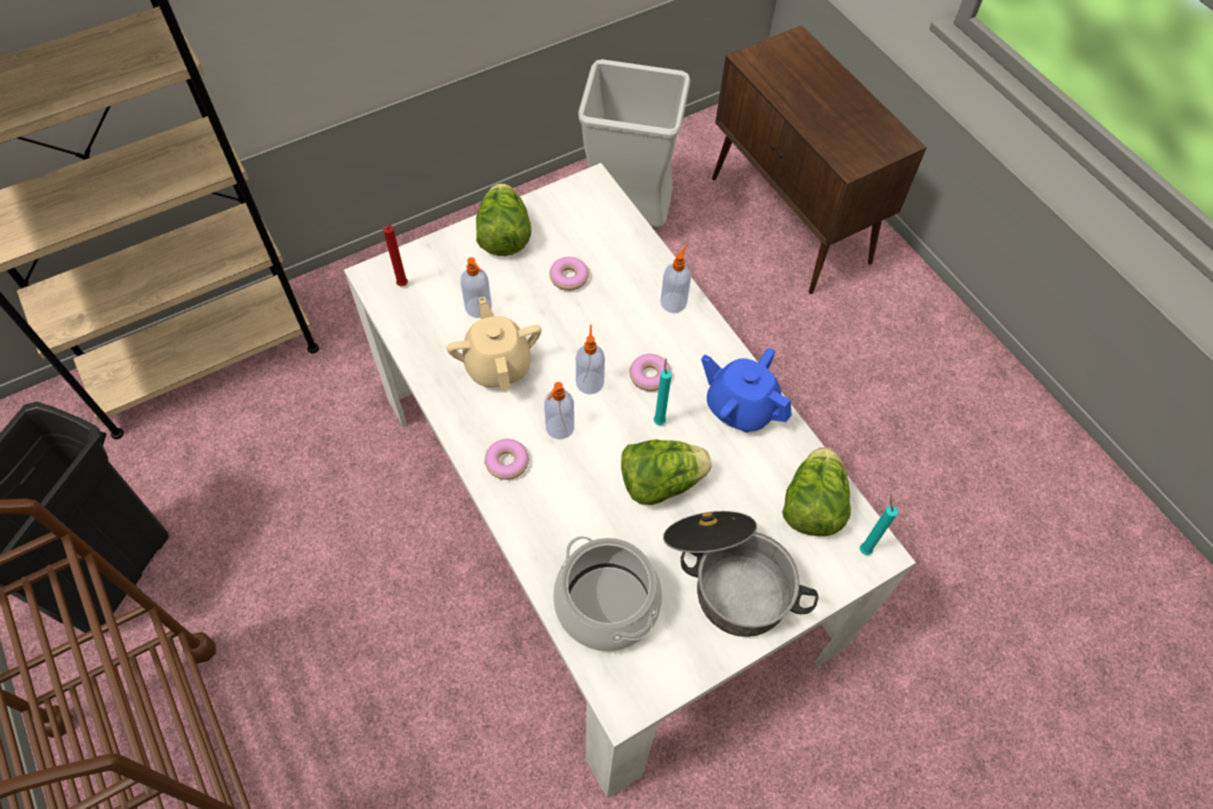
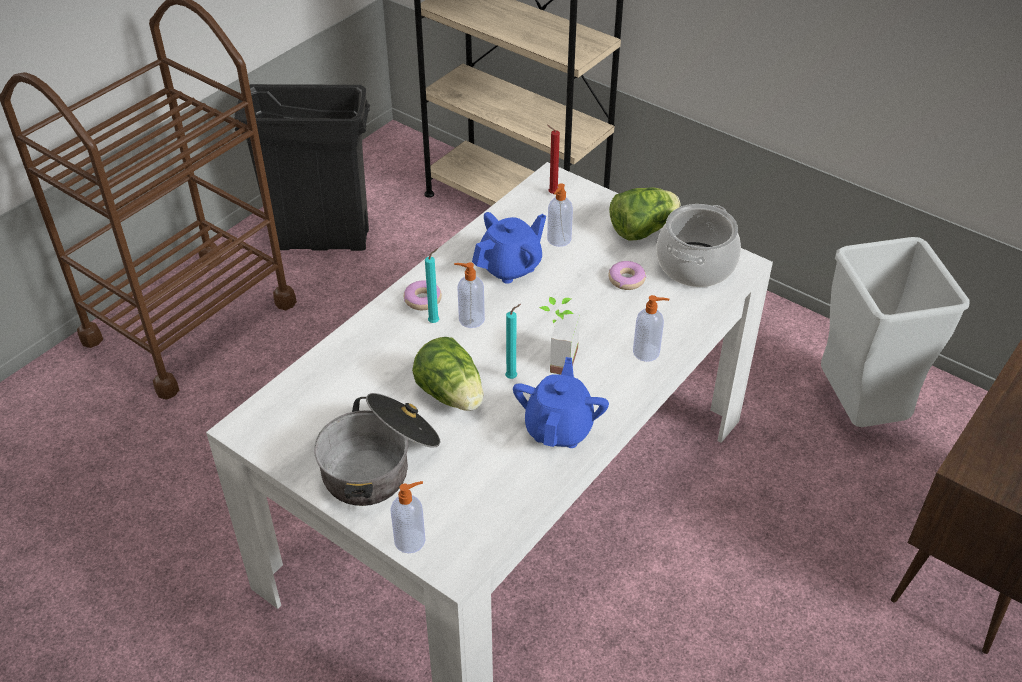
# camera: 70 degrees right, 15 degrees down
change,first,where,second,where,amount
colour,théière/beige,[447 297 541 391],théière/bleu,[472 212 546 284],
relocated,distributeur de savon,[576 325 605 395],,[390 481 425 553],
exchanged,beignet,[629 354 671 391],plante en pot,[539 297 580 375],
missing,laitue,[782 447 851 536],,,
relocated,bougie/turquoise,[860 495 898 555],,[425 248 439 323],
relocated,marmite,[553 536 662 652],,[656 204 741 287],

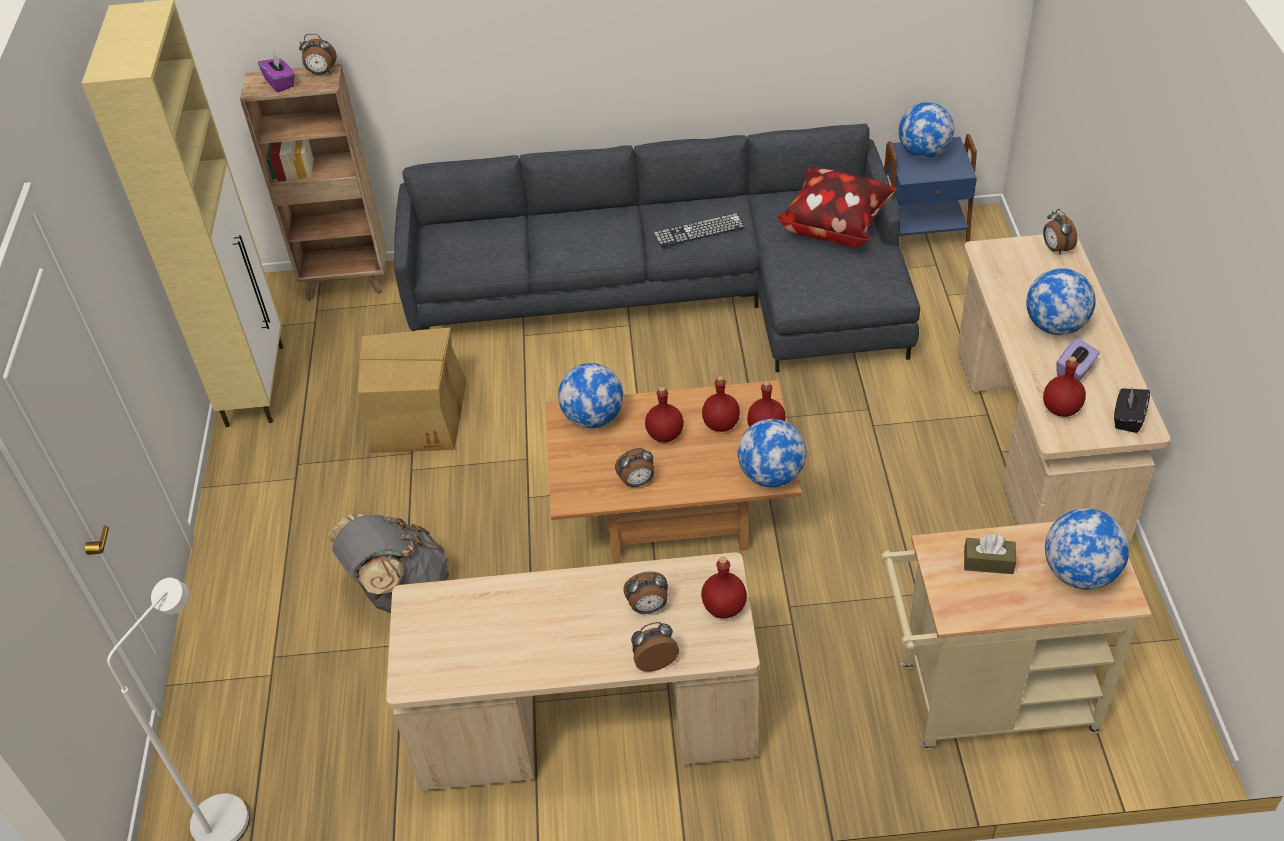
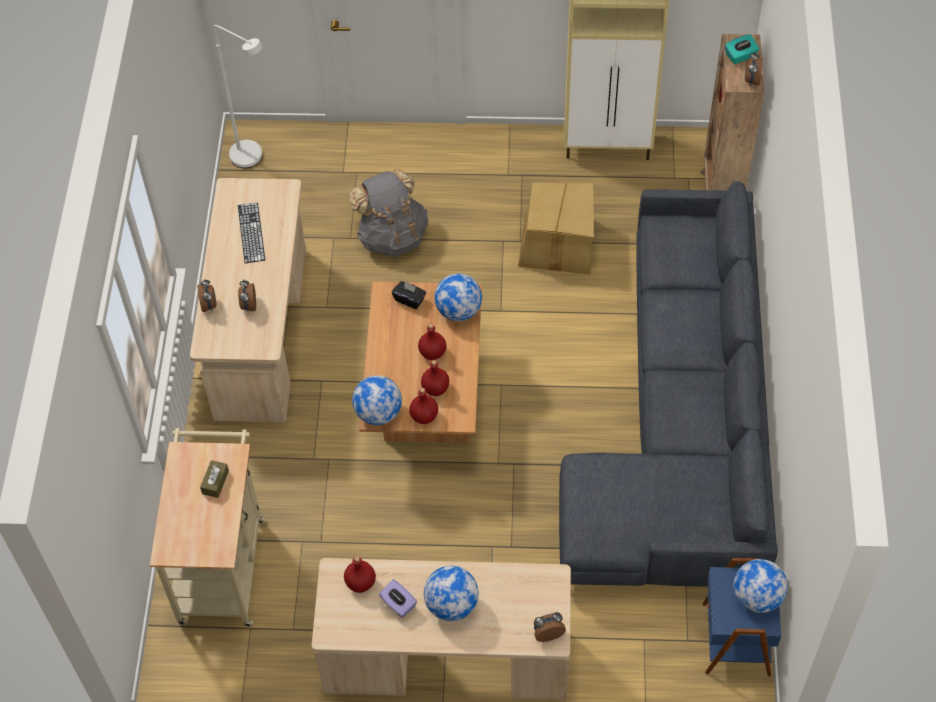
# camera: 95 degrees right, 10 degrees up
change,first,where,second,where,amount
colour,boîte à mouchoirs/violet,[258 53 295 92],boîte à mouchoirs/turquoise,[725 34 759 64],
missing,coussin,[777 168 896 247],,,
relocated,clavier,[654 213 745 247],,[238 202 265 263],
relocated,boîte à mouchoirs/noir,[1114 387 1150 433],,[392 281 426 309],
missing,réveil,[615 448 654 487],,,
missing,globe,[1045 509 1129 589],,,
missing,bouteille/rouge,[701 557 747 618],,,

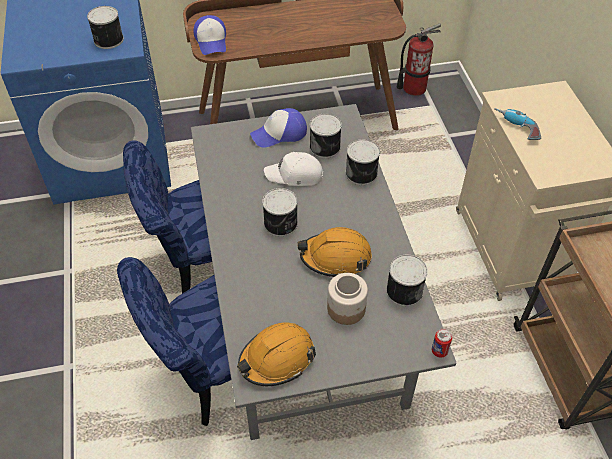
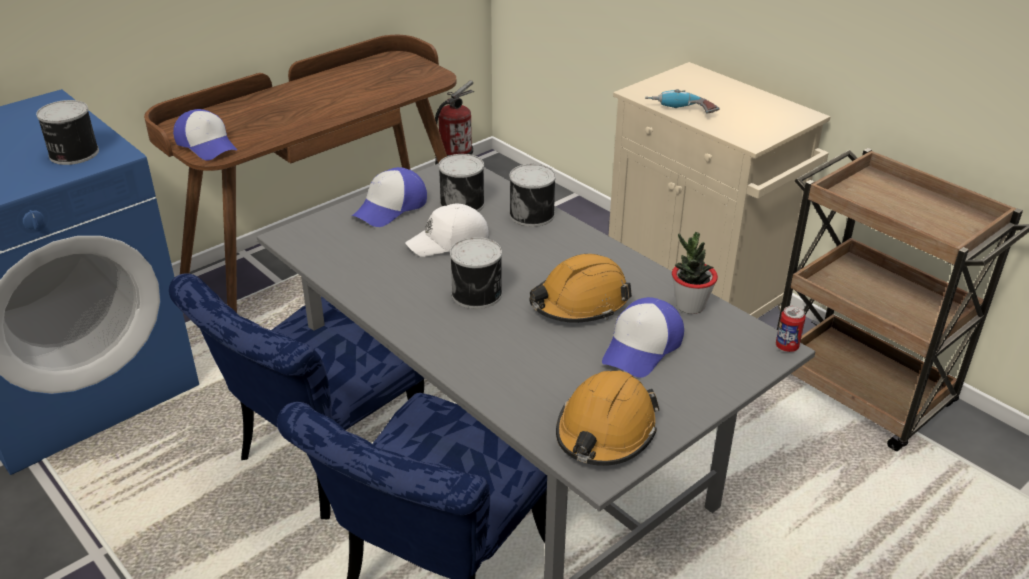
# camera: 30 degrees left, 15 degrees down
change,first,where,second,where,amount
exchanged,boîte métallique,[386 255 428 307],plante en pot,[672 232 718 314],
exchanged,bocal,[327 273 368 325],casquette,[602 297 684 378],

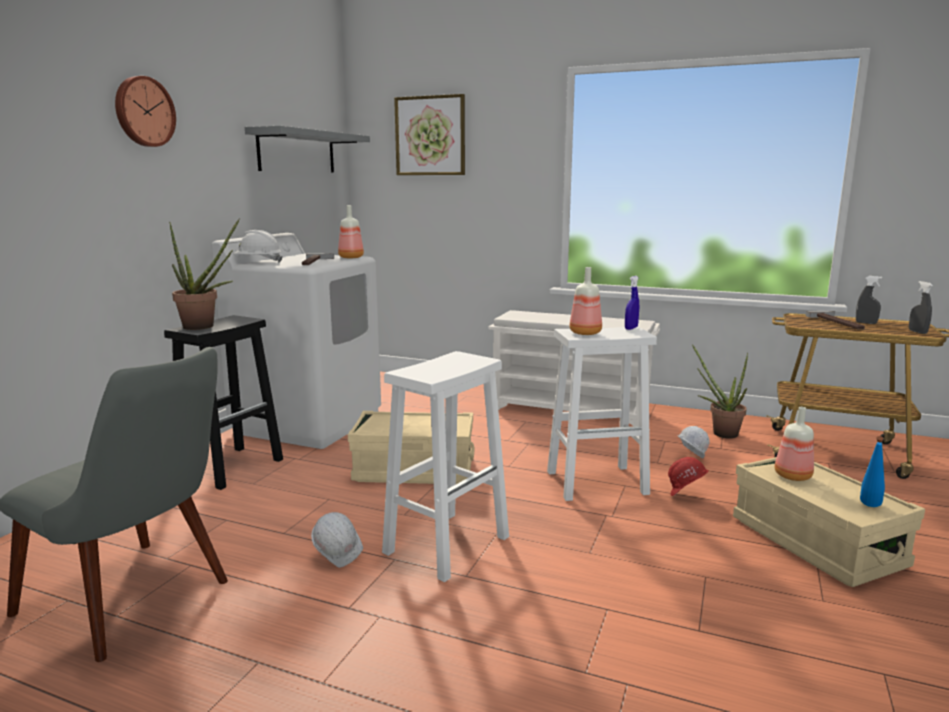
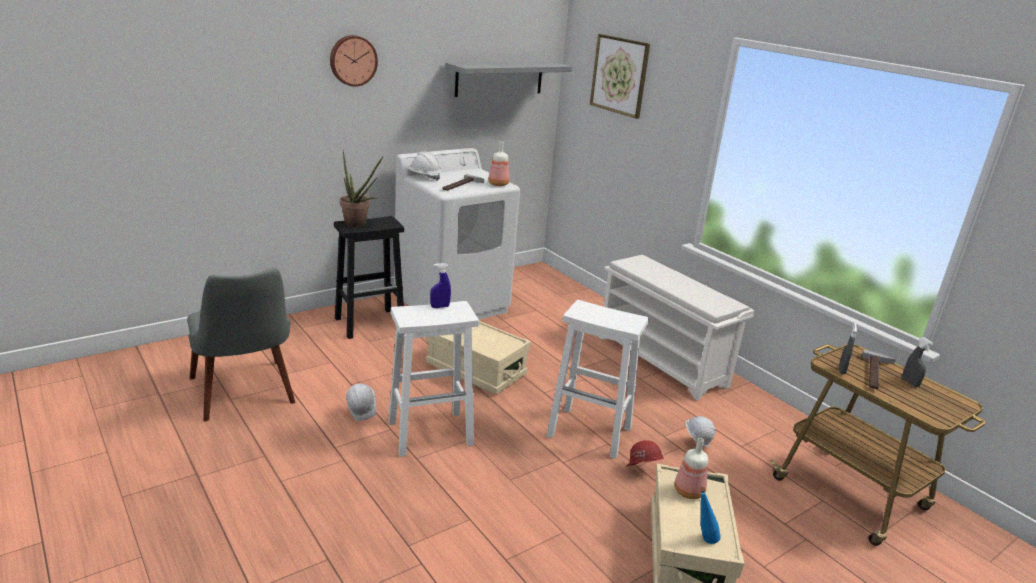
# camera: 30 degrees right, 10 degrees up
change,first,where,second,where,amount
missing,bouteille,[570 267 602 335],,,
relocated,vaporisateur/bleu,[625 276 639 330],,[430 263 451 308],
relocated,vaporisateur/gris,[909 281 933 334],,[839 323 857 374],
missing,plante en pot,[692 344 748 439],,,

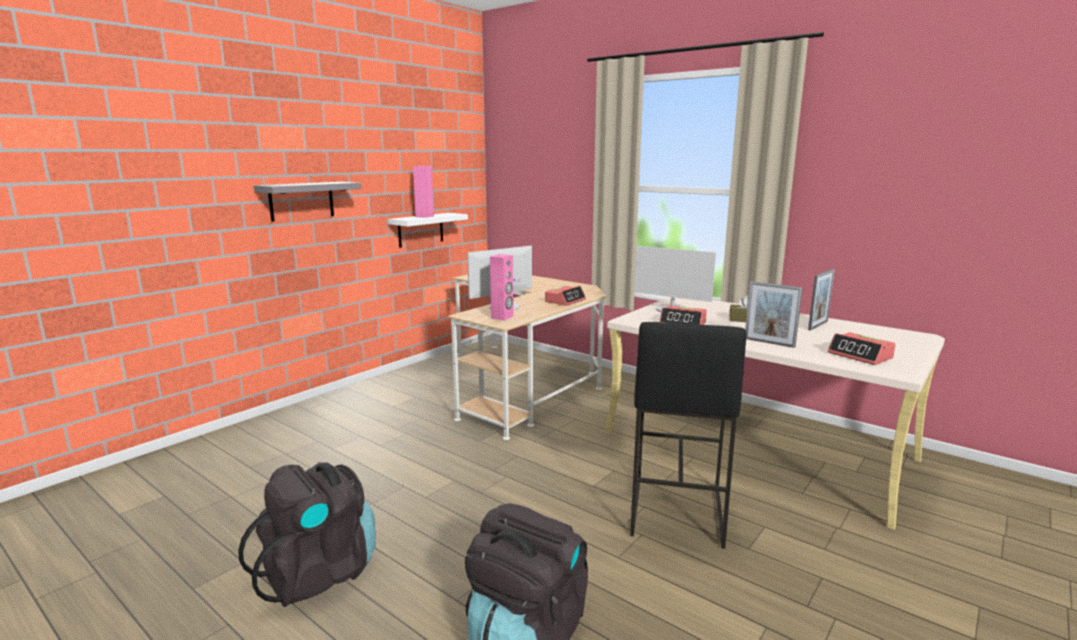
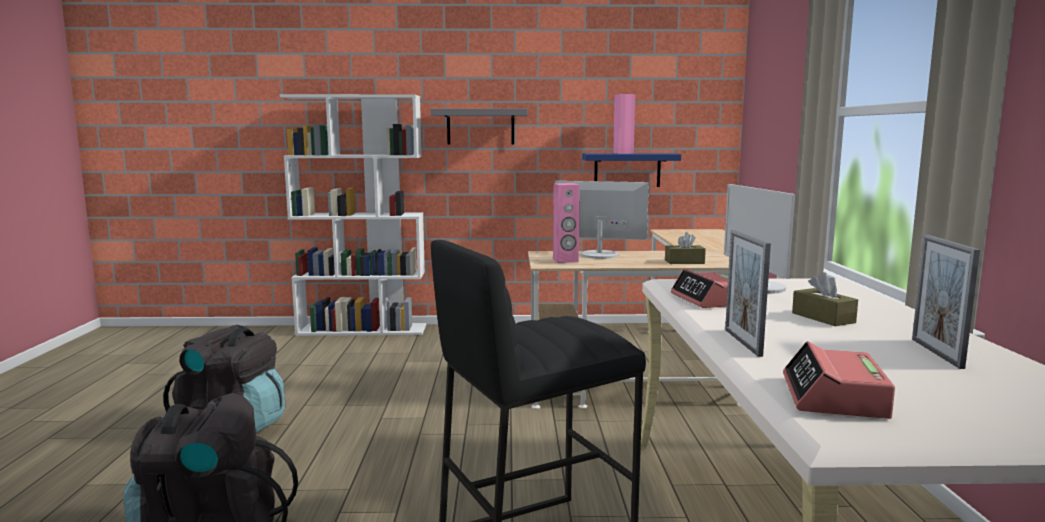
# camera: 50 degrees right, 5 degrees down
change,first,where,second,where,amount
colour,étagère/blanc,[388 213 468 248],étagère/bleu,[582 153 681 187],
spun,cadre photo,[808 269 835 331],,[912 235 980 369],90 degrees clockwise
exchanged,réveil,[545 286 586 306],boîte à mouchoirs/marron,[665 232 706 264],
appeared,,,bibliothèque/blanc,[280 94 426 336],

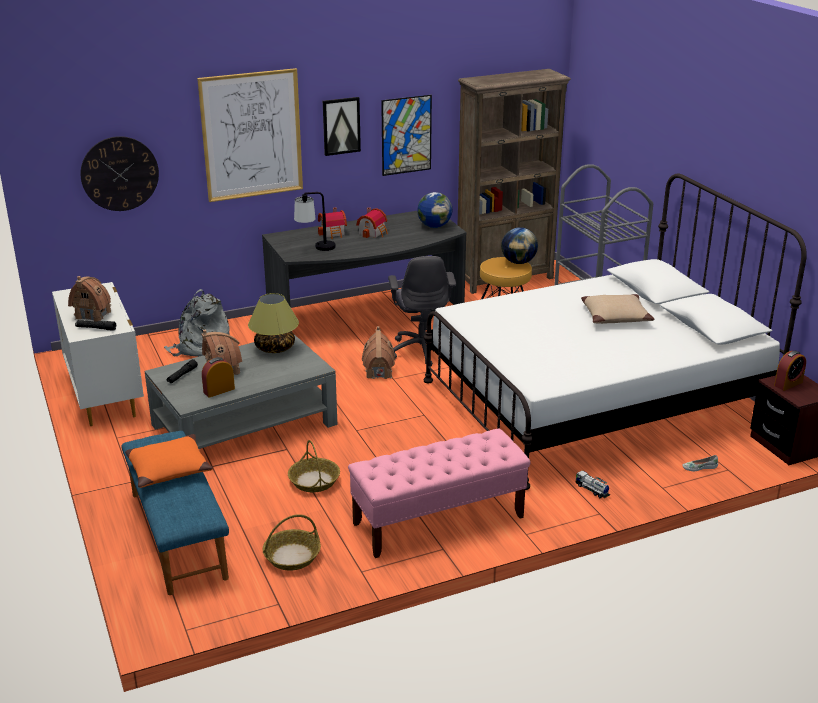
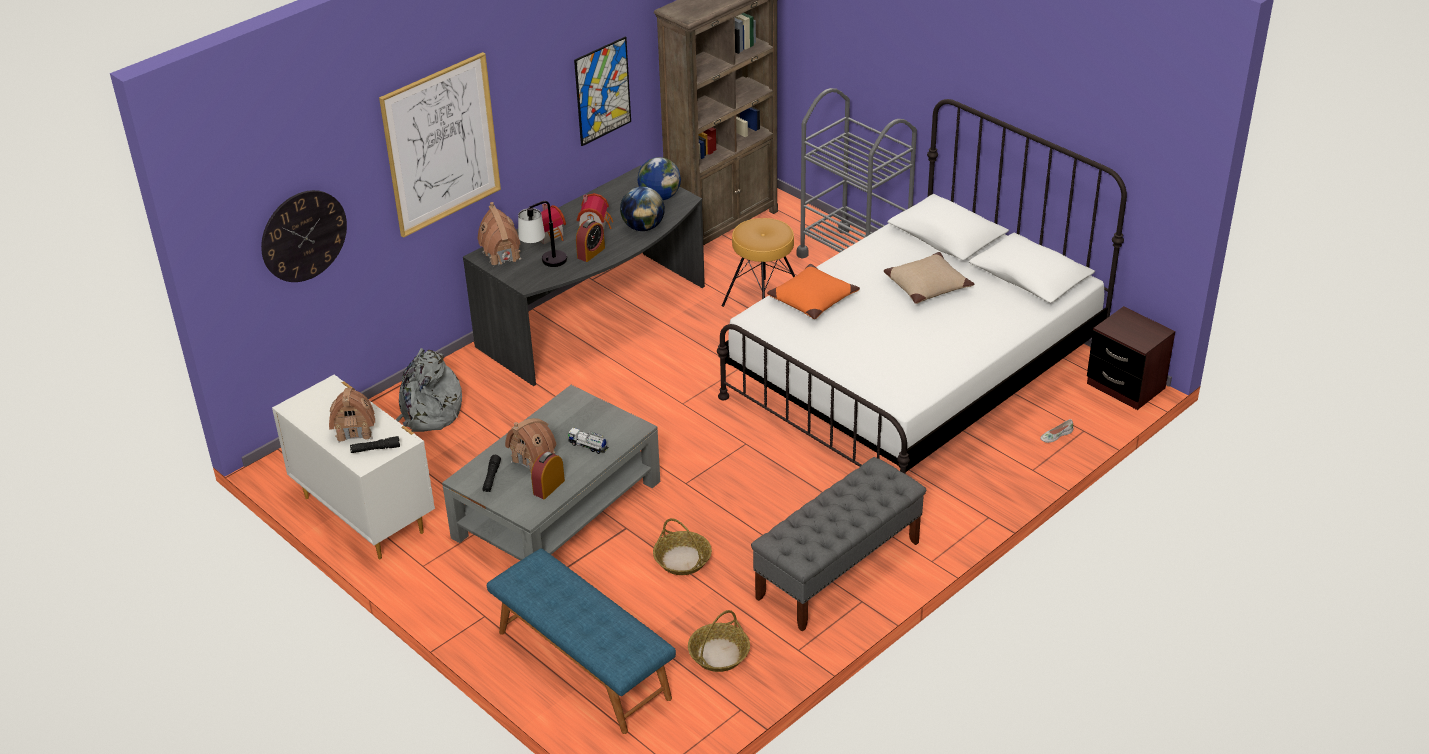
# camera: 20 degrees left, 10 degrees up
change,first,where,second,where,amount
missing,tableau,[323 97 361 156],,,
relocated,globe,[501 227 538 264],,[620 186 665 231],
missing,chaise de bureau/gris,[388 256 456 366],,,
missing,lampe de table,[248 293 299 353],,,
relocated,maison miniature,[362 326 395 379],,[477 202 521 265],
relocated,réveil,[774 351 806 391],,[576 219 605 262],
colour,banc/rose,[348 428 531 558],banc/gris,[751 457 926 632],
relocated,coussin/orange,[125 434 213 488],,[767 264 860 319],
relocated,camion jouet,[575 471 610 498],,[567 428 609 454],

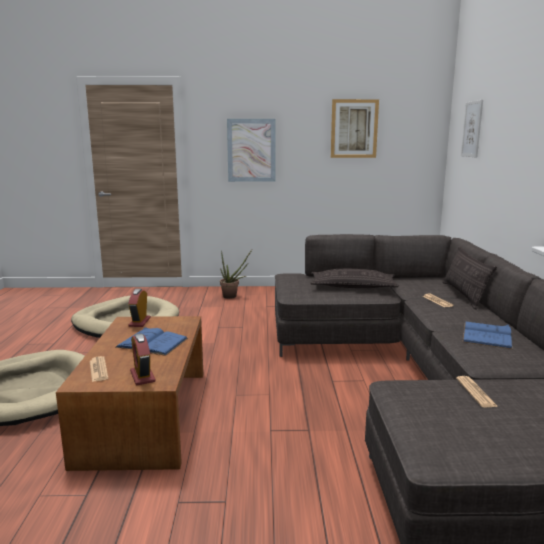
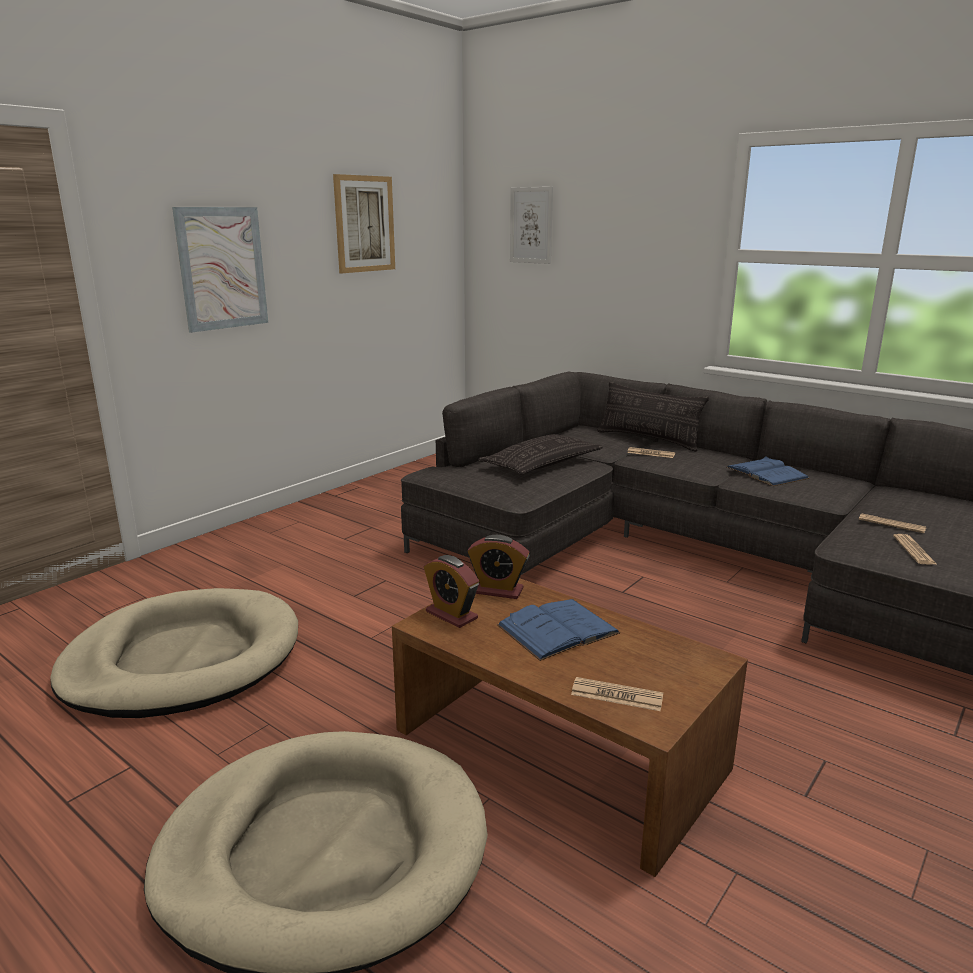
# camera: 50 degrees left, 5 degrees up
change,first,where,second,where,amount
missing,plante en pot,[220 250 252 299],,,
relocated,réveil,[130 333 156 385],,[467 535 530 599],
appeared,,,journal,[893 534 938 565],

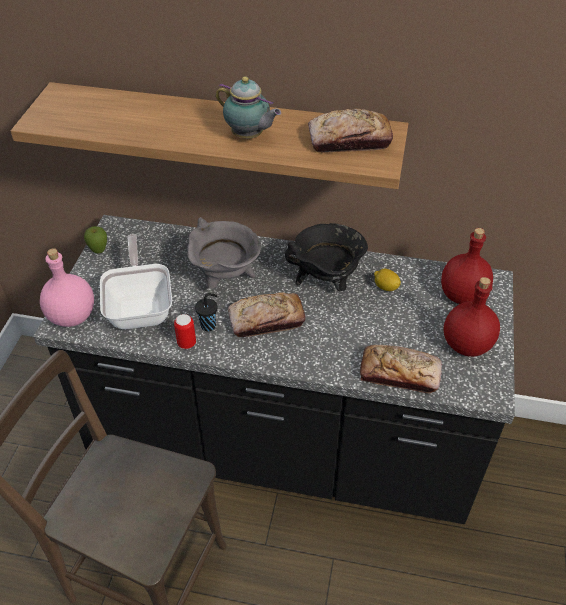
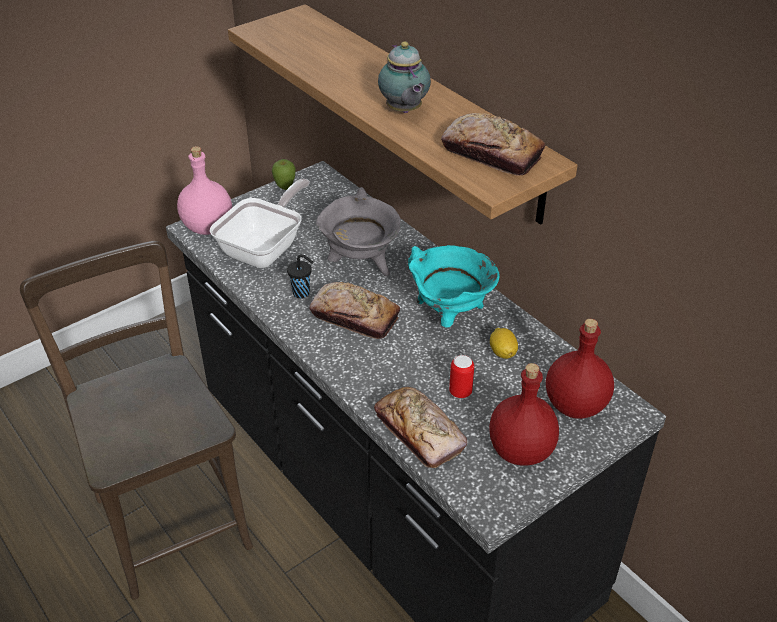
# camera: 40 degrees right, 5 degrees down
change,first,where,second,where,amount
colour,marmite/noir,[285 223 368 291],marmite/turquoise,[408 245 500 327],
relocated,boîte métallique,[174 314 196 349],,[449 355 474 398],

